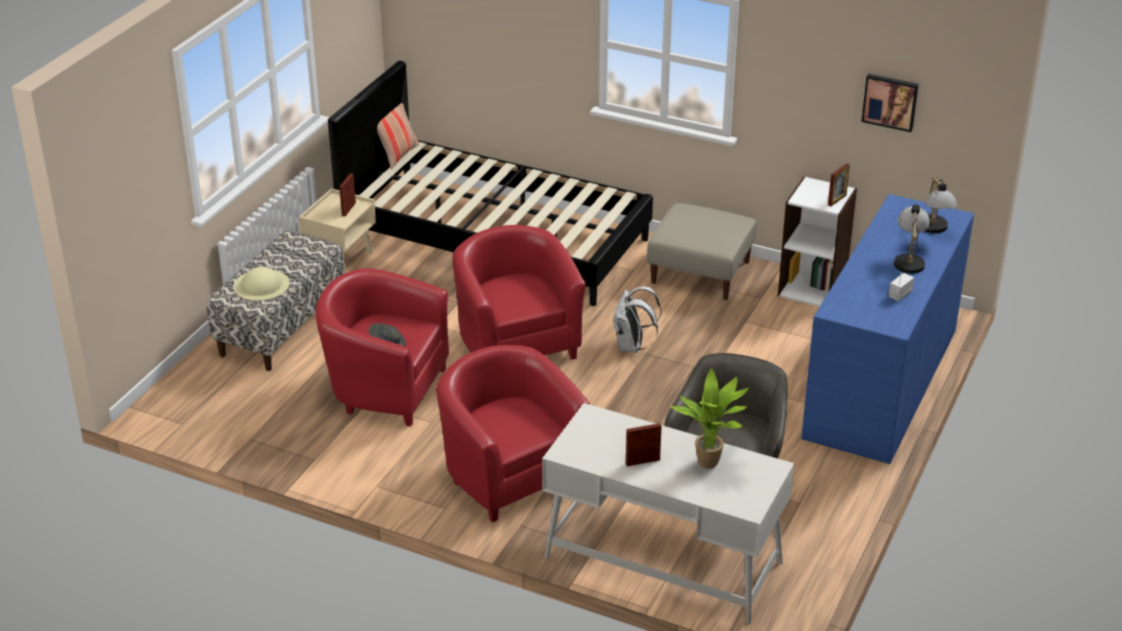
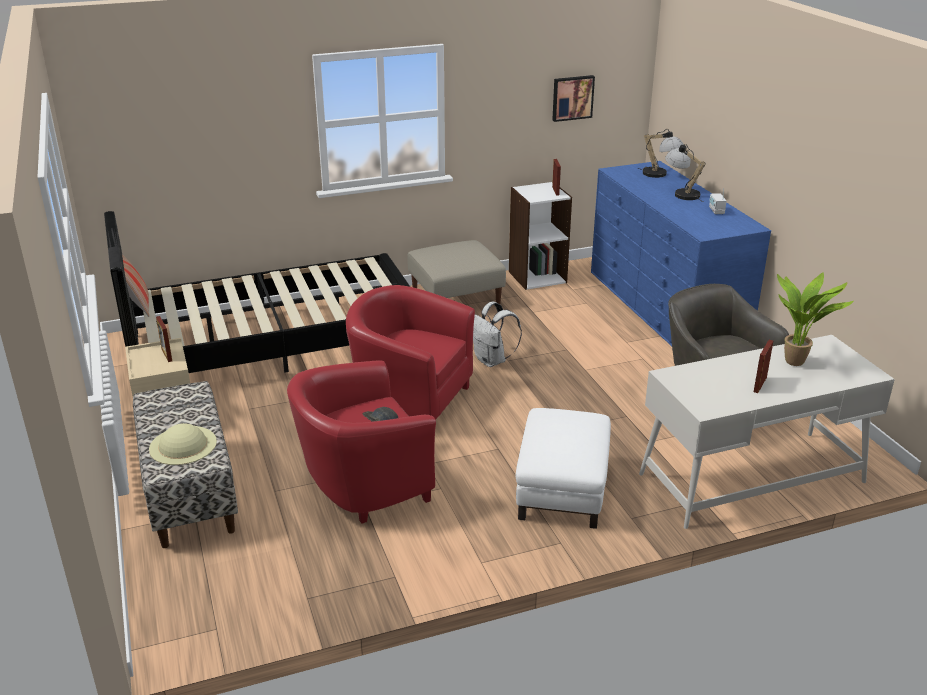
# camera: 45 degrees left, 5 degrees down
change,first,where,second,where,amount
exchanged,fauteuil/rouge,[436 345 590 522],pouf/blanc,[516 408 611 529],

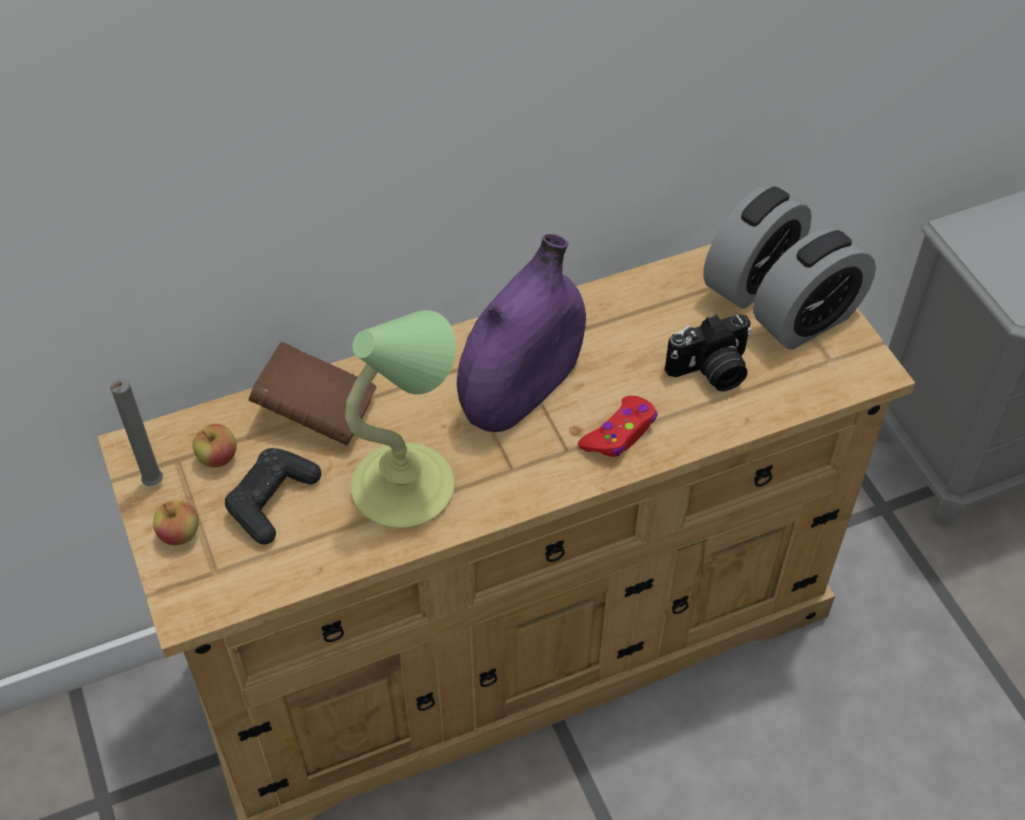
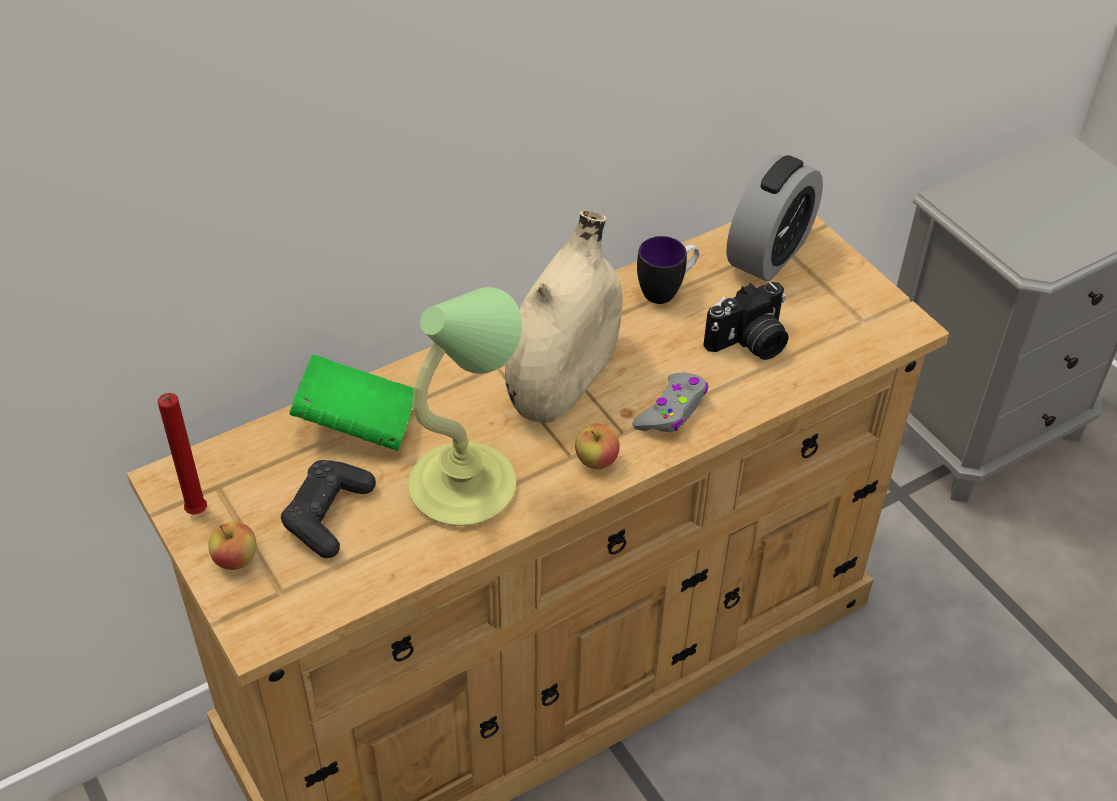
# camera: 10 degrees left, 5 degrees down
change,first,where,second,where,amount
missing,réveil,[753 227 876 350],,,
colour,vase/violet,[457 234 586 432],vase/beige,[505 211 623 423],
colour,livre/marron,[249 342 376 445],livre/vert,[289 355 414 451],
colour,bougie/gris,[110 379 163 486],bougie/rouge,[158 393 207 515],
colour,manette/rouge,[578 396 658 457],manette/gris,[633 372 708 432],
relocated,pomme,[193 424 237 468],,[575 424 620 469],
appeared,,,mug,[637 236 699 304],

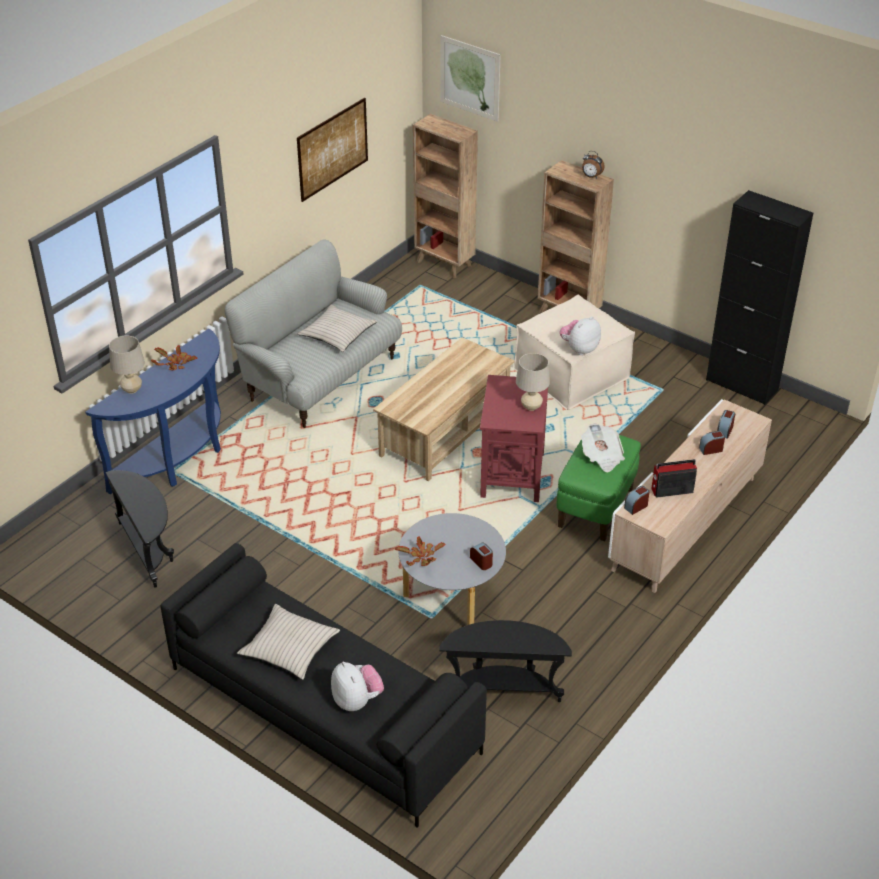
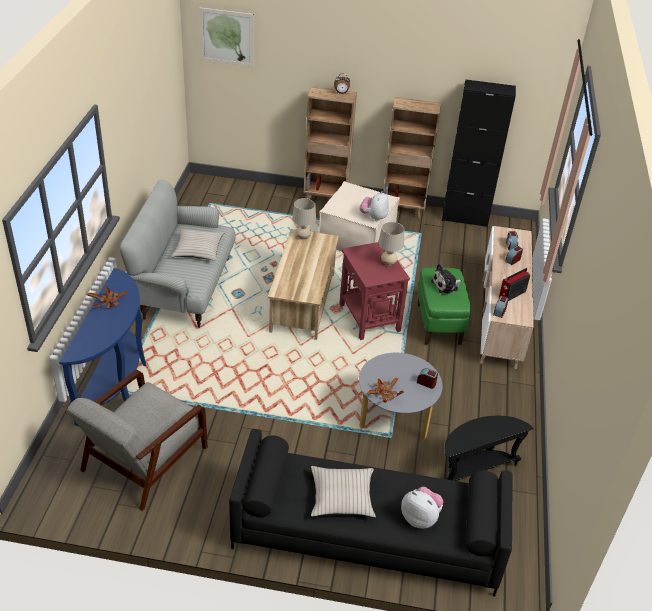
# camera: 30 degrees left, 0 degrees up
change,first,where,second,where,amount
missing,tableau,[297 98 368 202],,,
relocated,bibliothèque/marron,[413 114 478 278],,[383 97 441 219],
relocated,lampe de table/beige,[109 336 145 394],,[292 198 316 240],
exchanged,journal,[581 423 625 472],peluche,[431 264 462 294],
exchanged,table d'appoint/noir,[105 470 174 588],fauteuil/gris,[67 370 208 511],

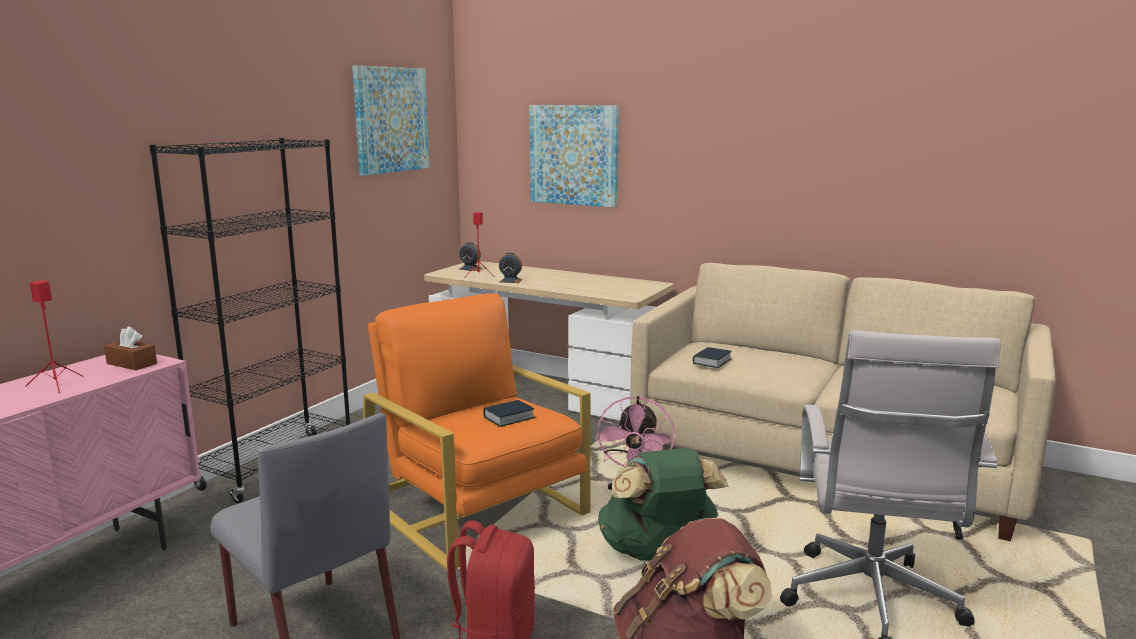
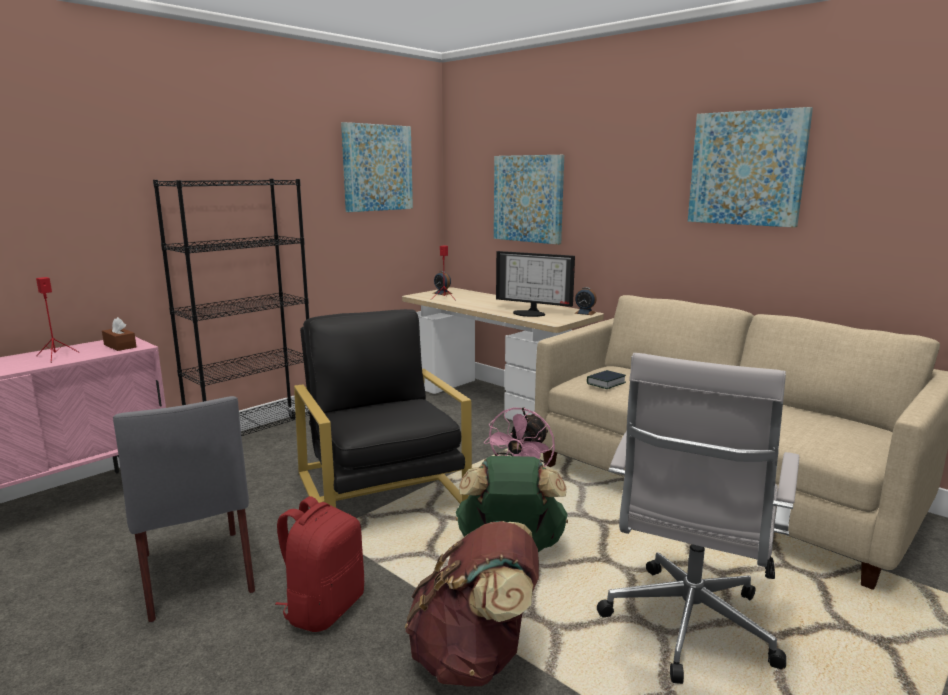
# camera: 15 degrees right, 0 degrees up
change,first,where,second,where,amount
relocated,réveil,[499 252 522 283],,[574 287 597 315],
colour,fauteuil/orange,[363 293 591 571],fauteuil/noir,[294 309 472 508],
missing,livre,[483 400 535 427],,,
appeared,,,tableau,[688 107 813 228],
appeared,,,écran d'ordinateur,[496 251 575 317],

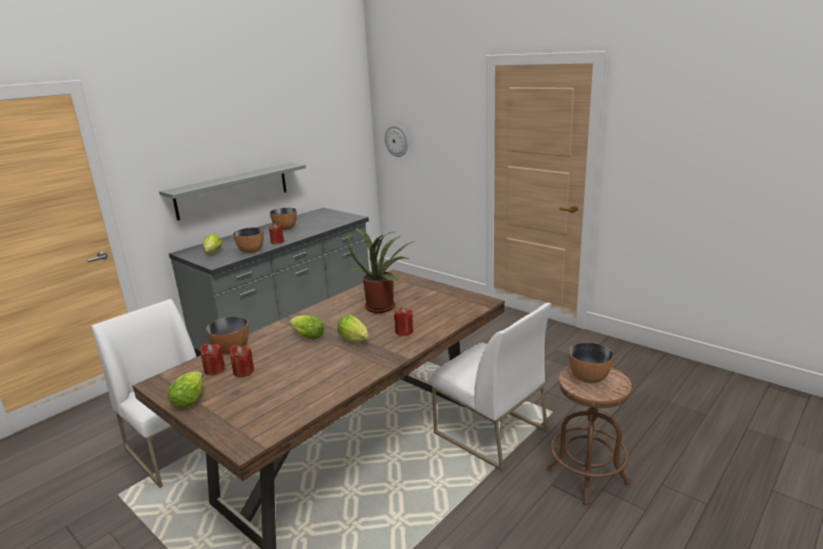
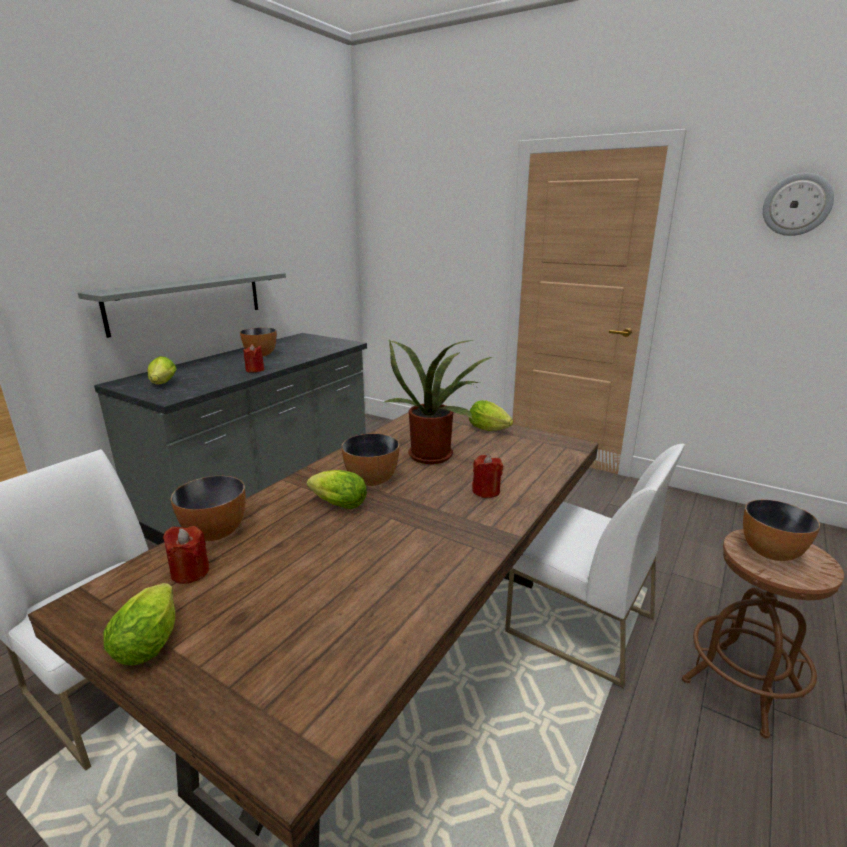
# camera: 10 degrees left, 0 degrees up
change,first,where,second,where,amount
relocated,horloge murale,[385 125 408 157],,[763 173 834 236],
relocated,bol,[233 227 264 253],,[341 434 400 486],
relocated,laitue,[338 315 369 342],,[469 400 513 431],
missing,bougie/rouge,[229 345 254 377],,,

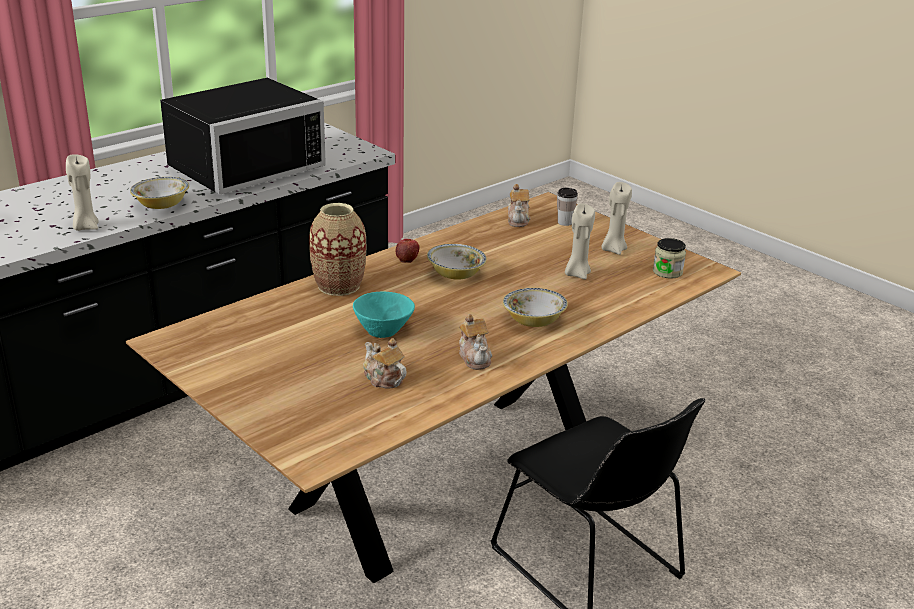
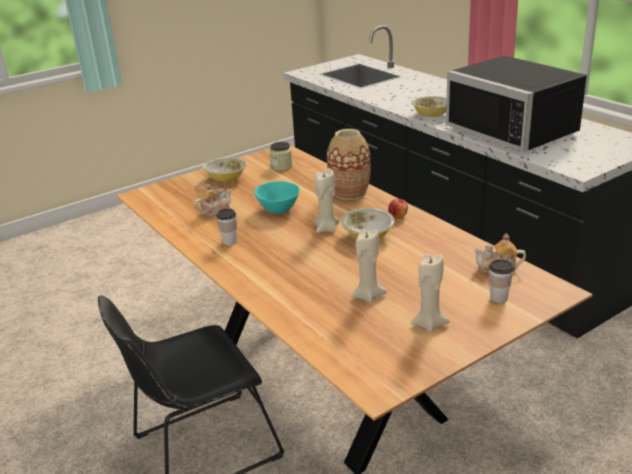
# camera: 100 degrees right, 0 degrees up
change,first,where,second,where,amount
relocated,bougie/beige,[66 154 99 231],,[315 168 340 233],
relocated,bocal,[653 238 686 279],,[270 142 292 171],
relocated,bol,[503 288 568 327],,[202 157 247 182],
exchanged,théière,[459 314 492 370],tasse,[216 209 237 246],

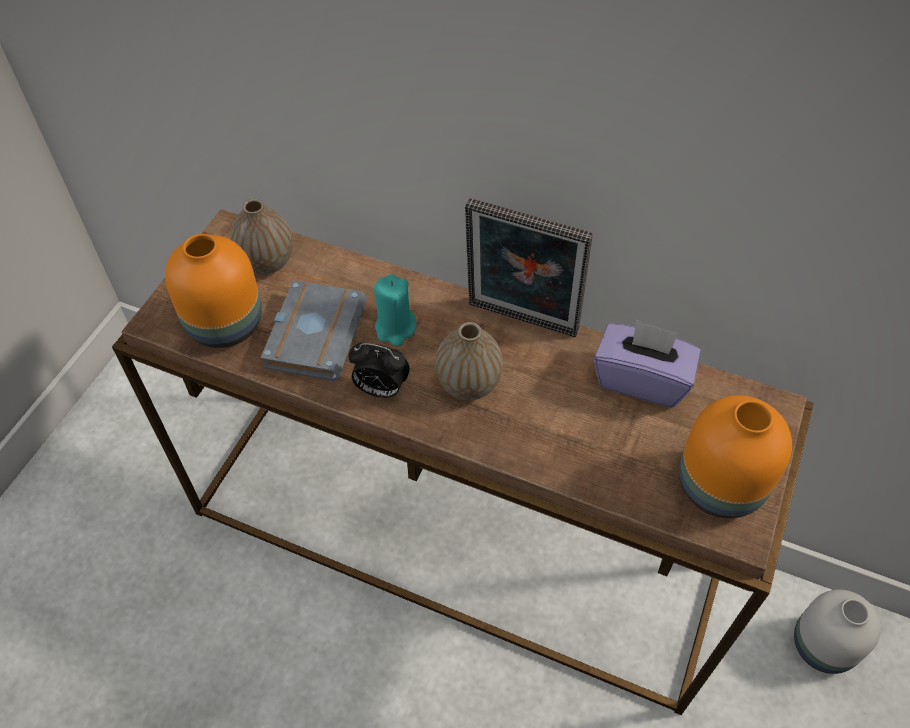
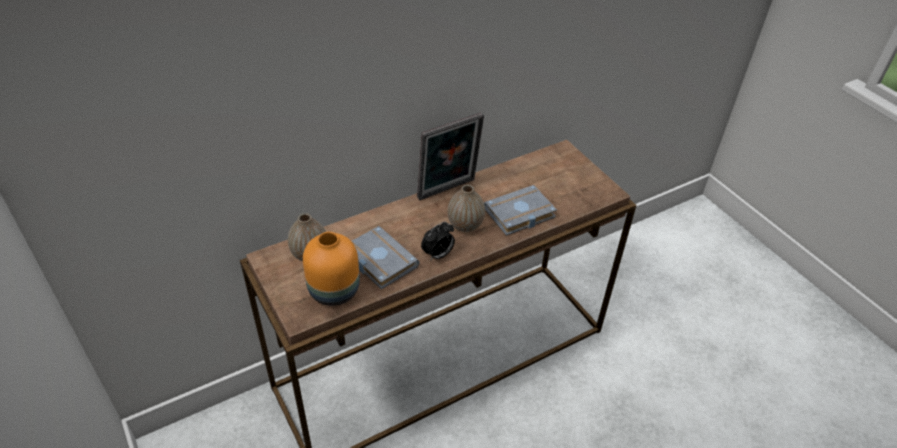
# camera: 55 degrees left, 10 degrees down
change,first,where,second,where,amount
missing,bougie/turquoise,[374 274 417 346],,,
missing,boîte à mouchoirs/violet,[594 320 701 407],,,
missing,vase/orange,[679 395 792 518],,,
missing,vase/blanc,[794 589 881 674],,,
appeared,,,livre/gris,[484 185 557 236],

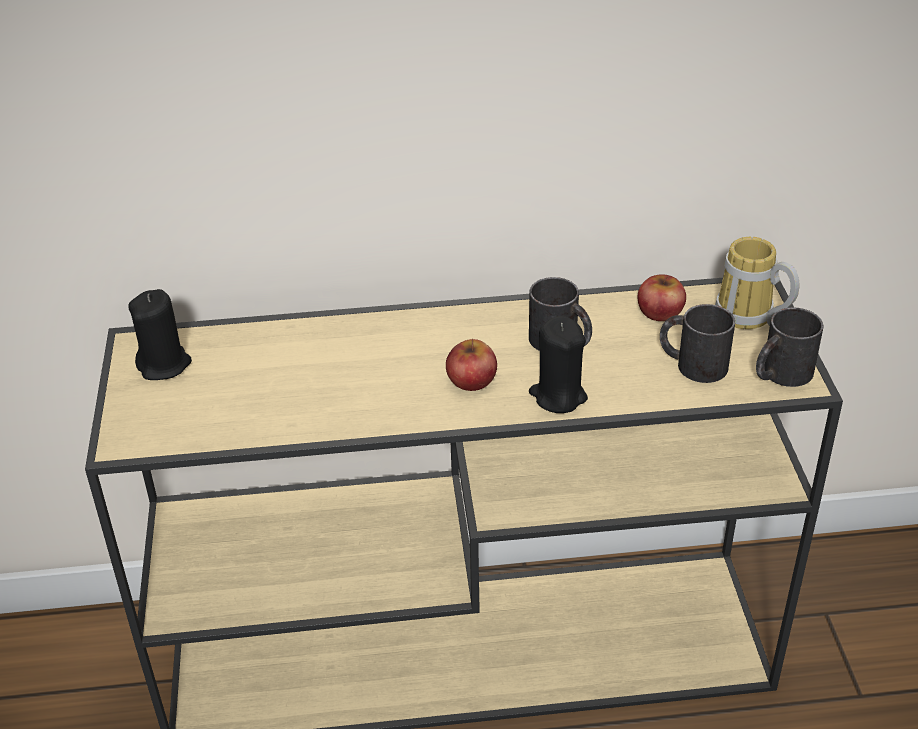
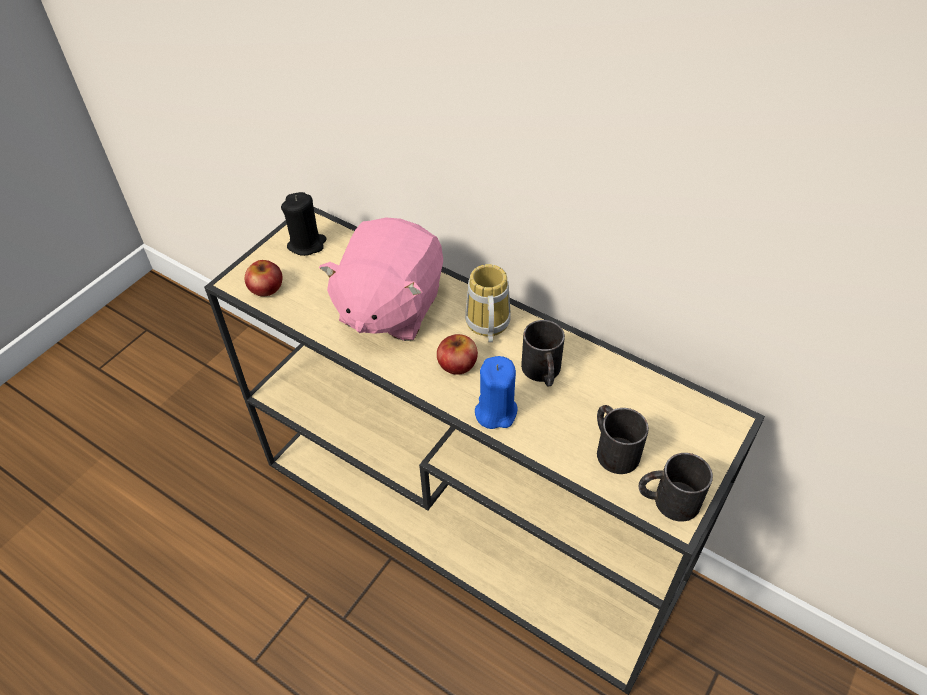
# camera: 40 degrees right, 10 degrees up
change,first,where,second,where,amount
relocated,mug,[715 237 799 329],,[465 264 511 342],
relocated,pomme,[638 274 686 321],,[245 260 283 297],
colour,bougie/noir,[529 316 588 413],bougie/bleu,[475 356 517 429],
appeared,,,peluche/rose,[319 218 443 341],

